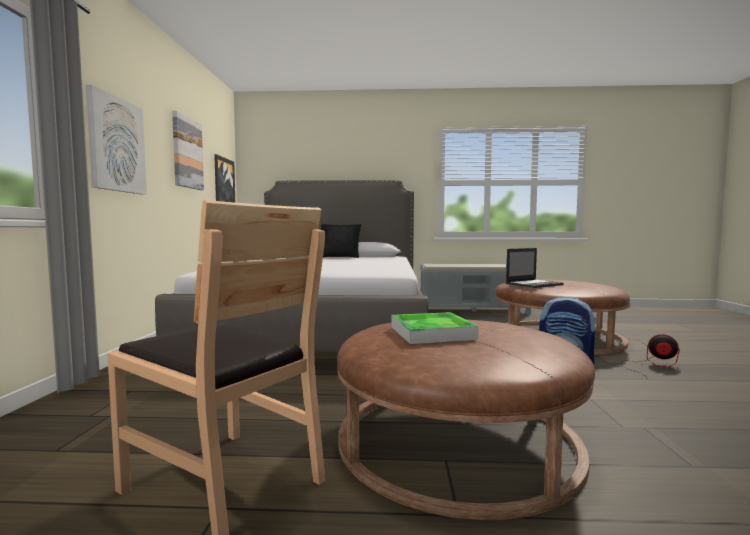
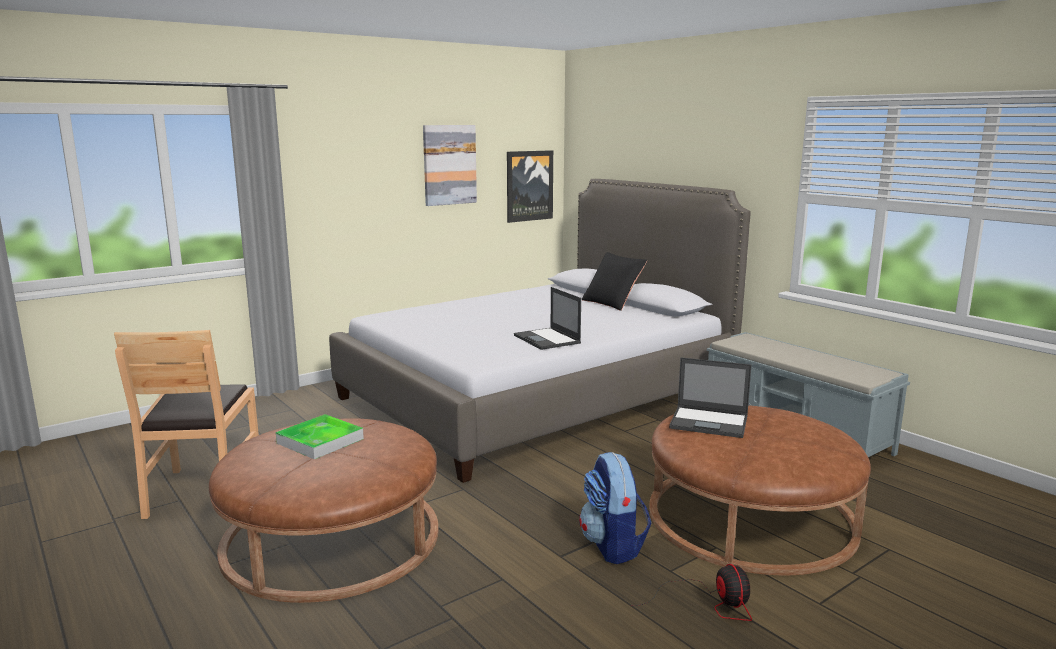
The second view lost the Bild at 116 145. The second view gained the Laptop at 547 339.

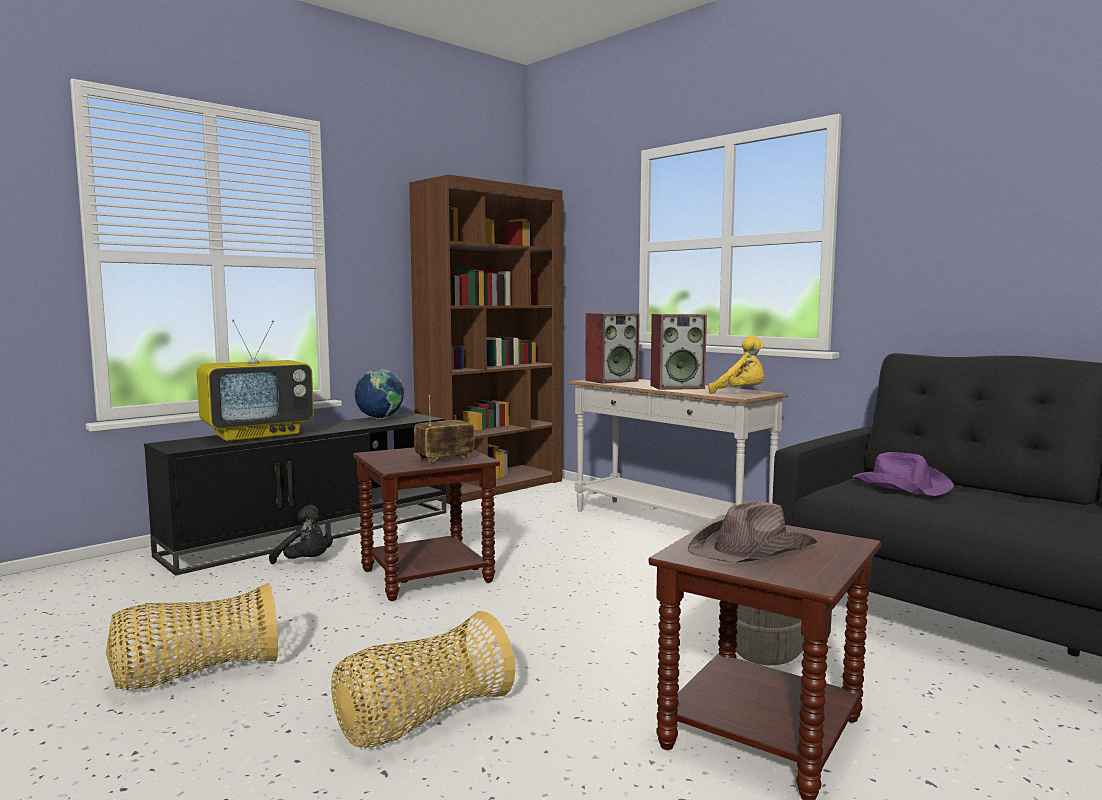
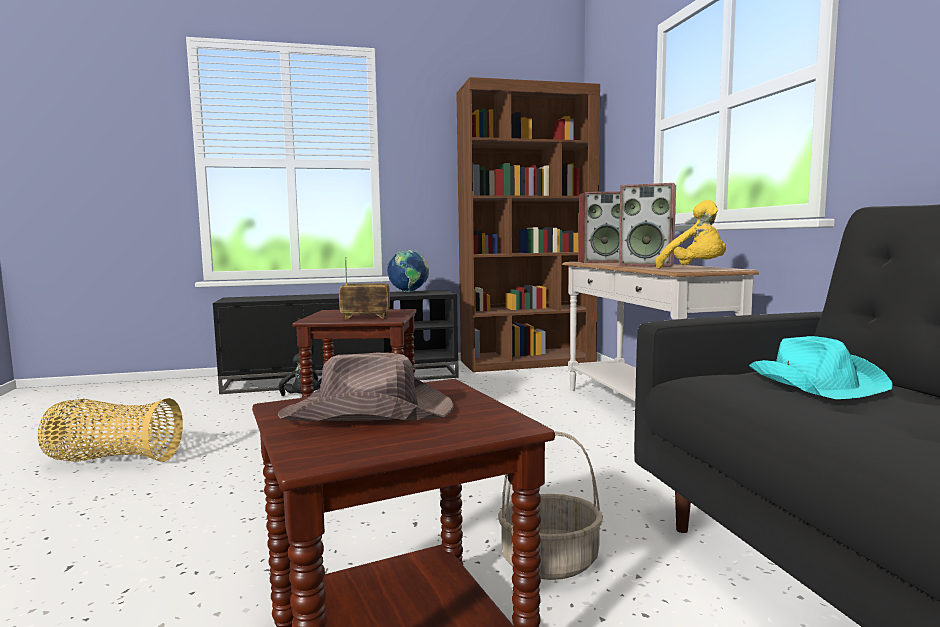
The second view lost the Fernseher at 258 434. What was the Hut/lila at 900 485 turned into the Hut/türkis at 814 383. The second view lost the Korb at 422 720.

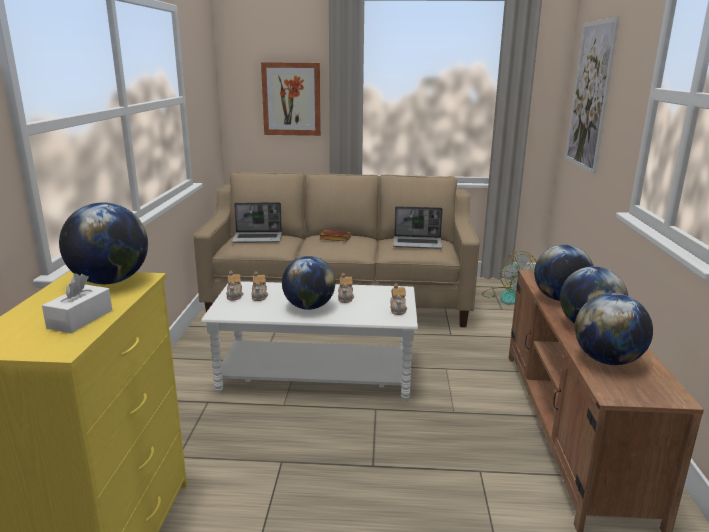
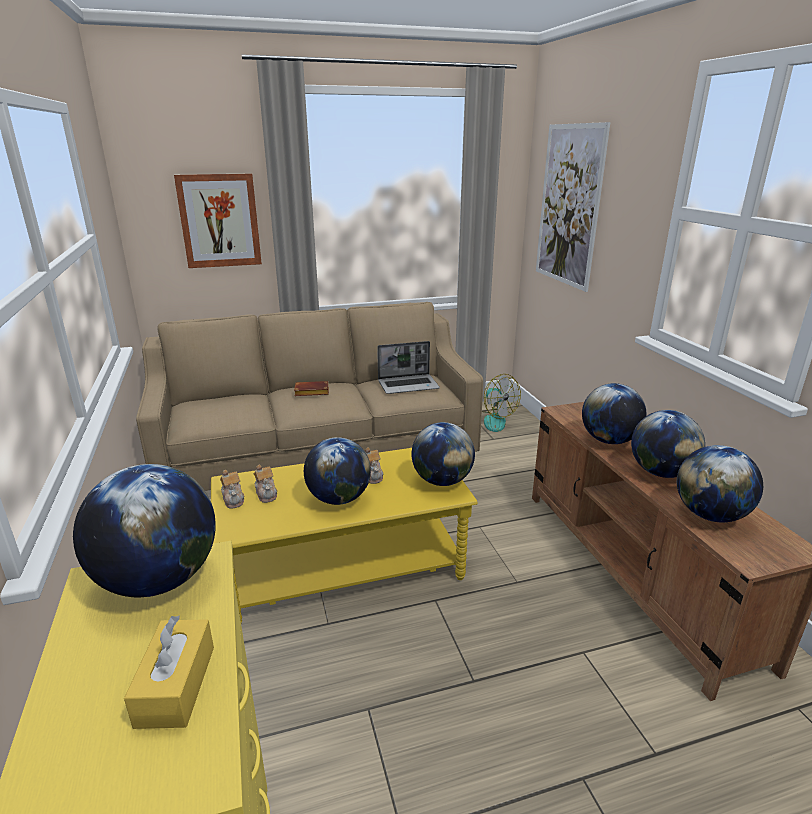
The second view lost the Laptop at 258 238. What was the Taschentuchbox/weiß at 80 319 turned into the Taschentuchbox/gelb at 176 685. What was the Couchtisch/weiß at 316 374 turned into the Couchtisch/gelb at 345 569. Where the Teekanne stood at 398 309, the Globus came to stand at 442 481.

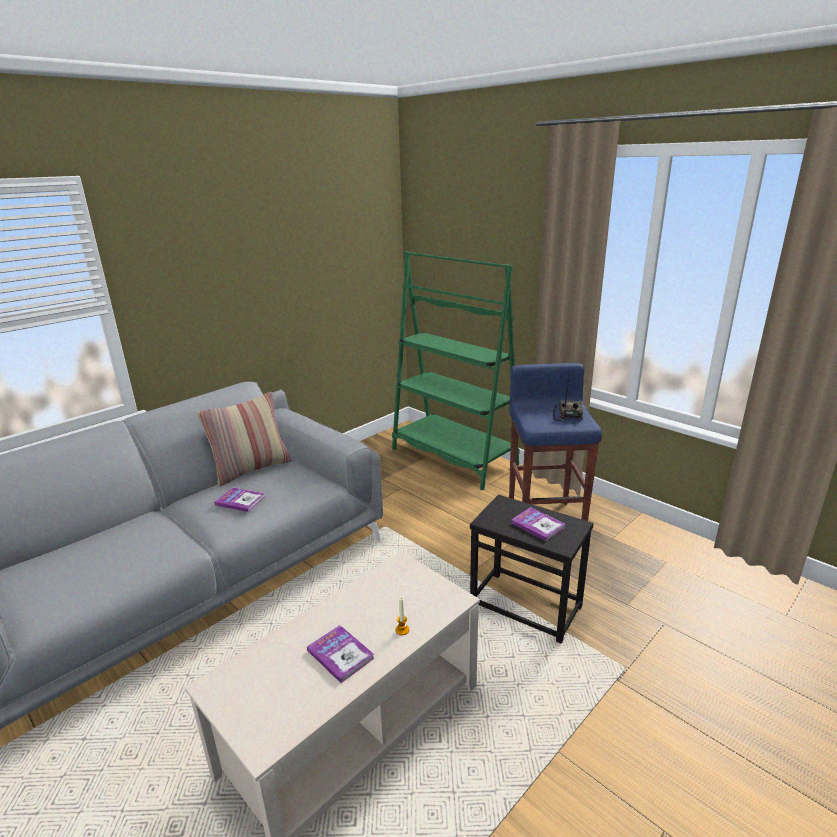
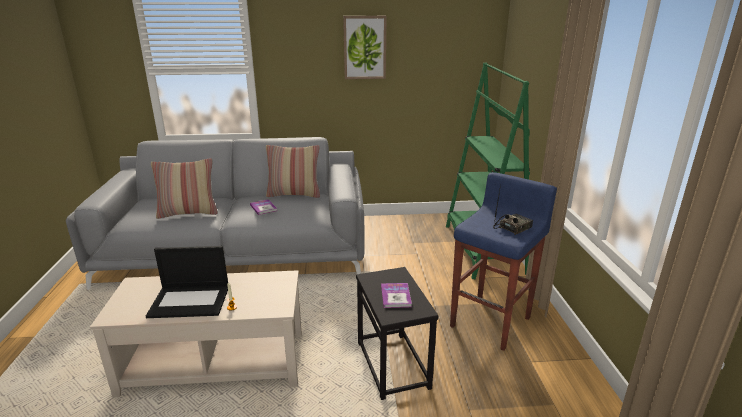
Where the Buch stood at 340 654, the Laptop came to stand at 191 301. The second view gained the Bild at 364 47. The second view gained the Kissen at 188 213.

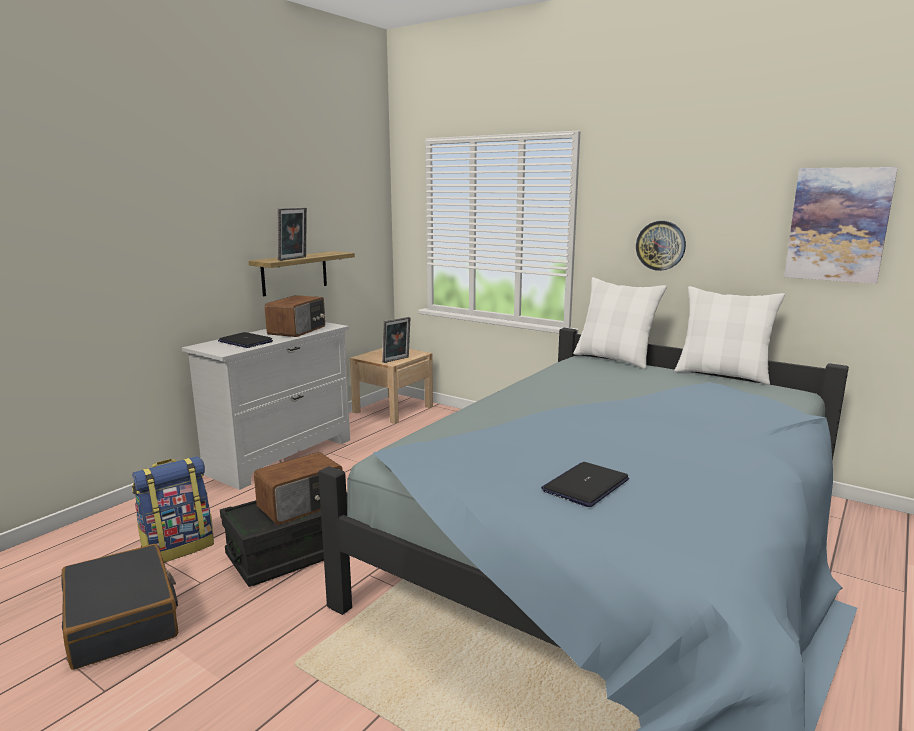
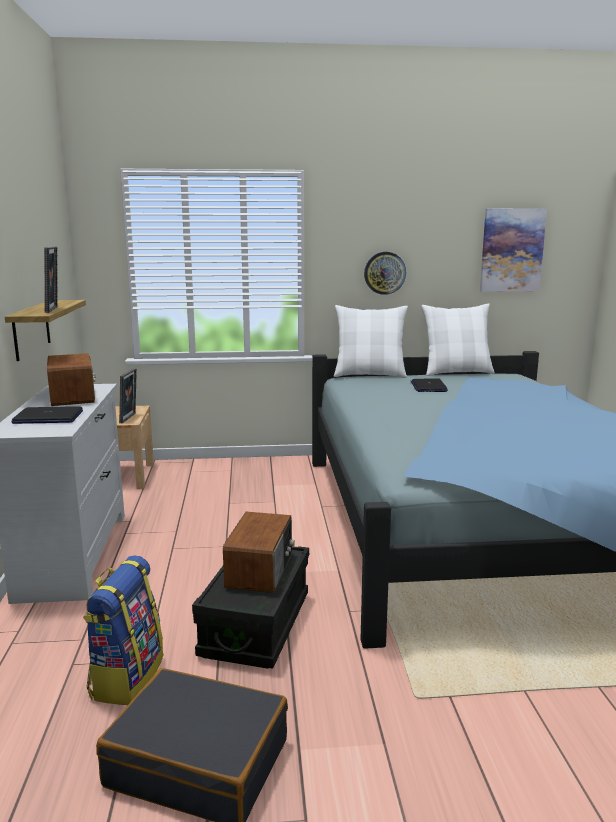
The Laptop ended up elsewhere, having gone from 586 485 to 428 386.

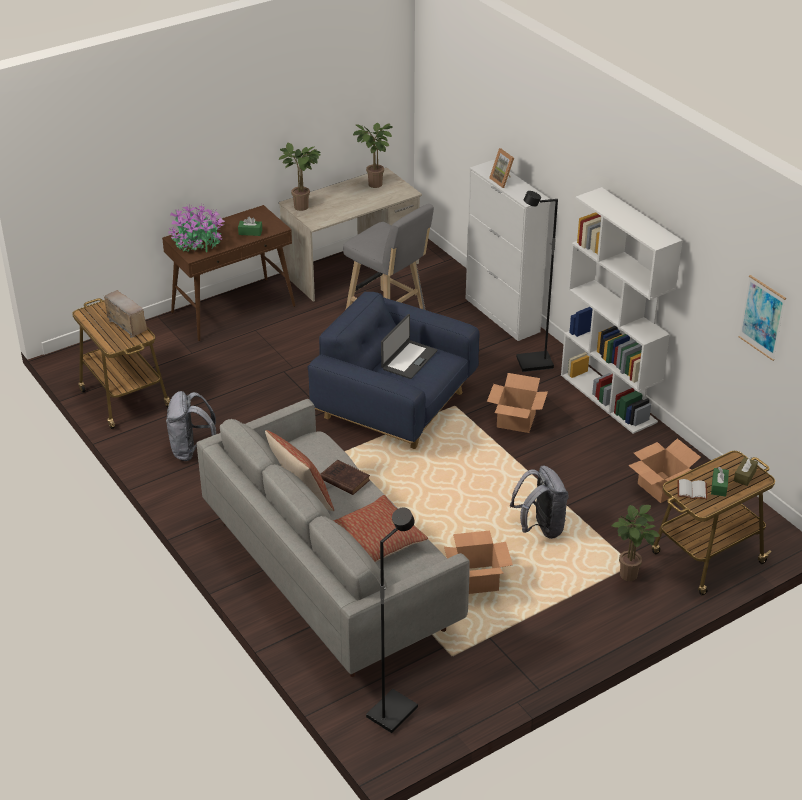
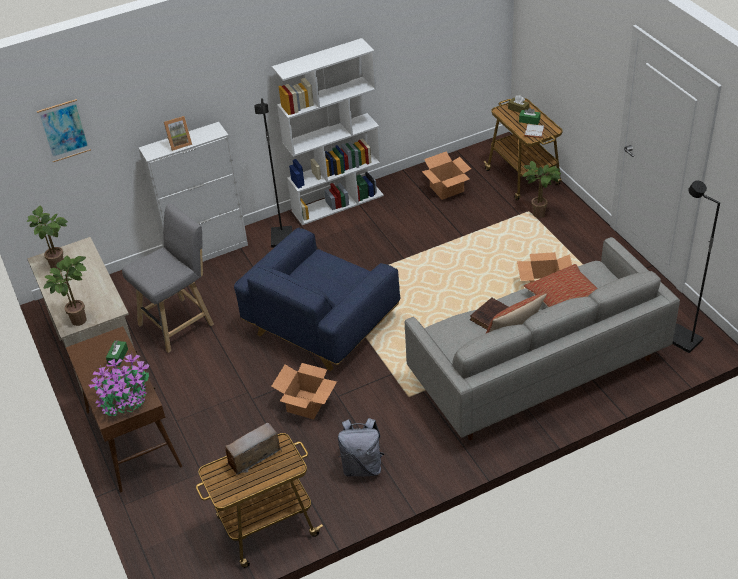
The Bild ended up elsewhere, having gone from 762 317 to 64 130. The second view lost the Laptop at 408 359. The Karton ended up elsewhere, having gone from 516 420 to 306 404. The second view lost the Rucksack/grau at 540 528.

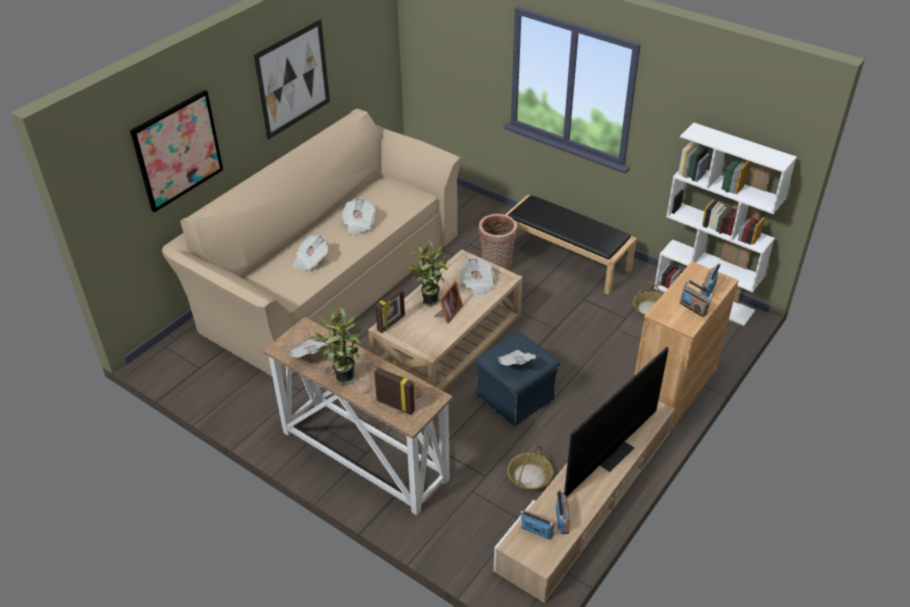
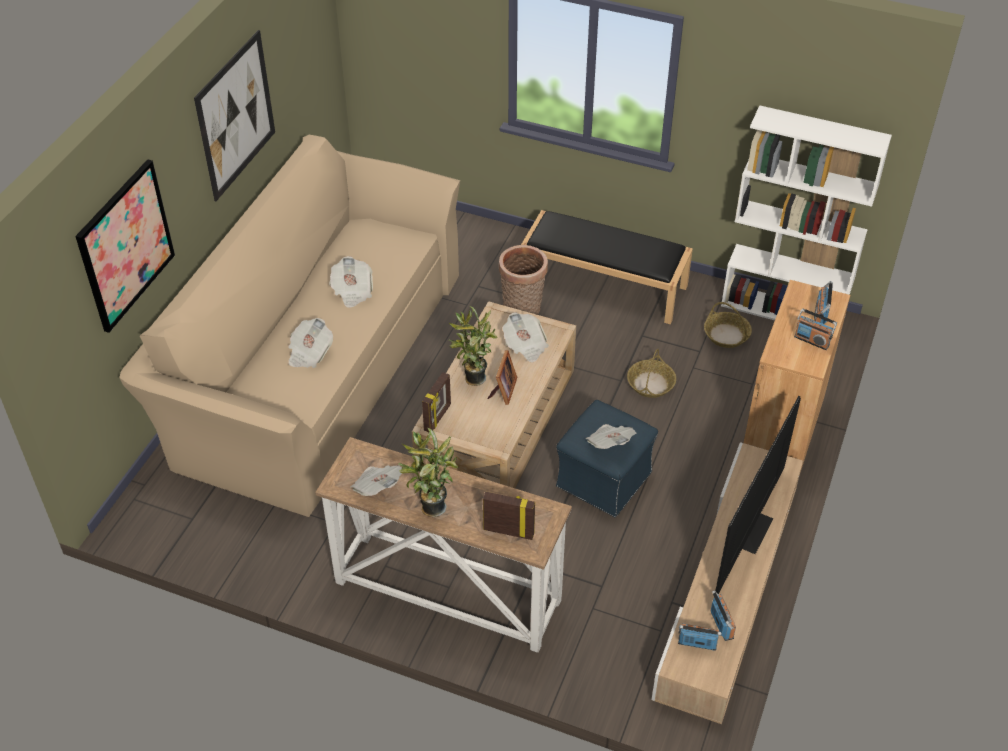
The Korb ended up elsewhere, having gone from 529 476 to 650 384.

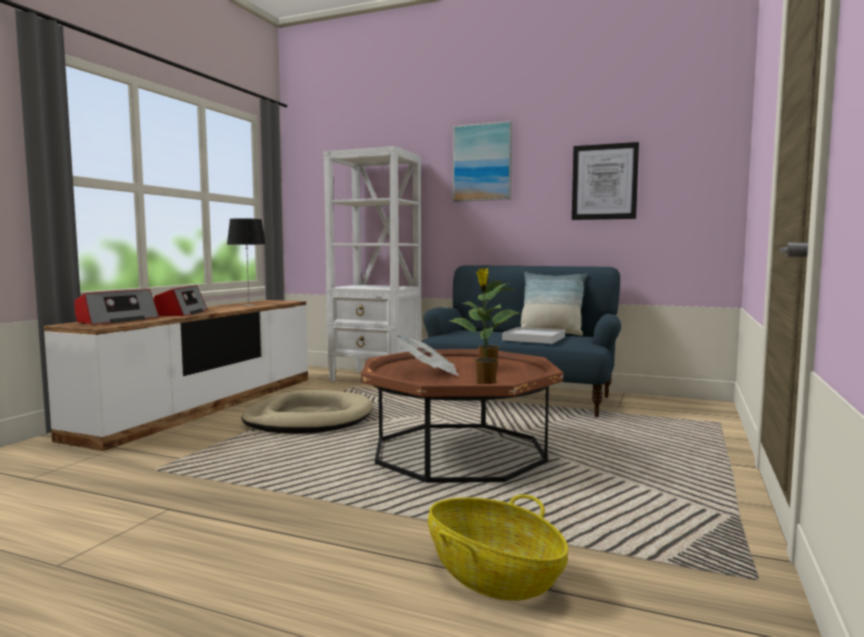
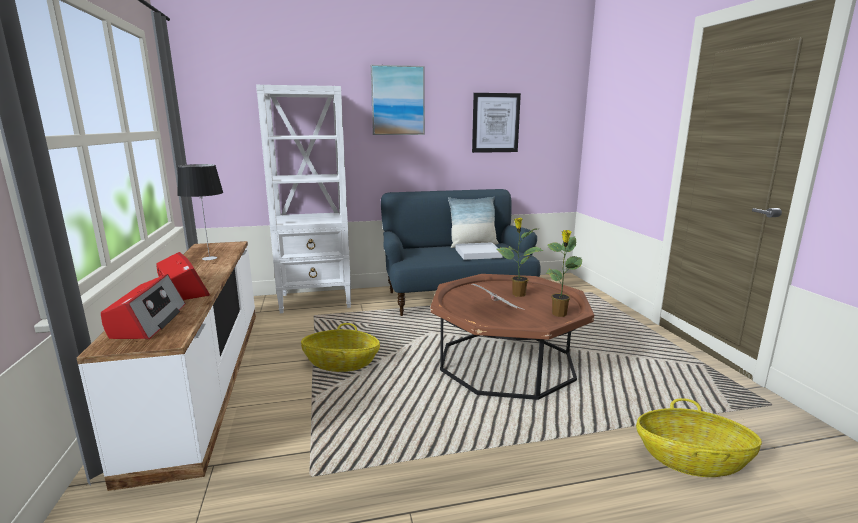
Where the Hundebett/beige stood at 308 419, the Korb came to stand at 341 364.

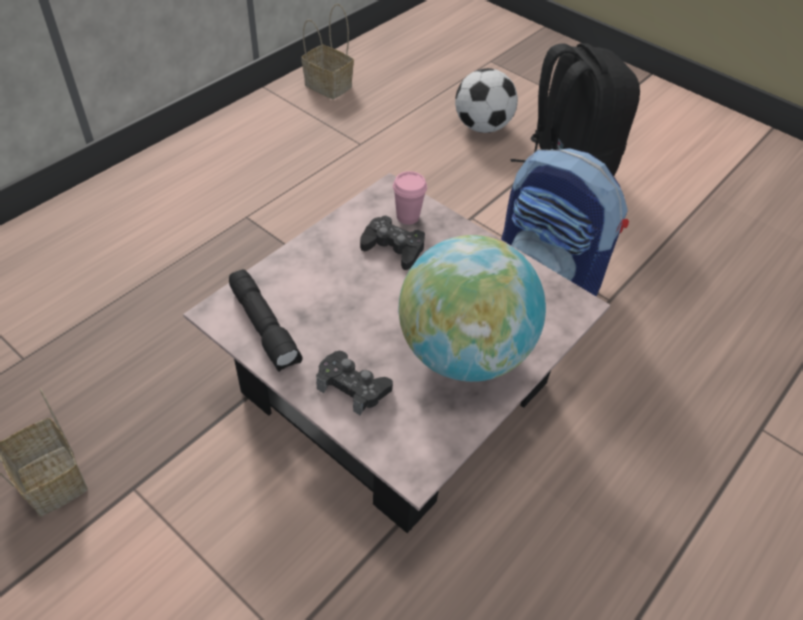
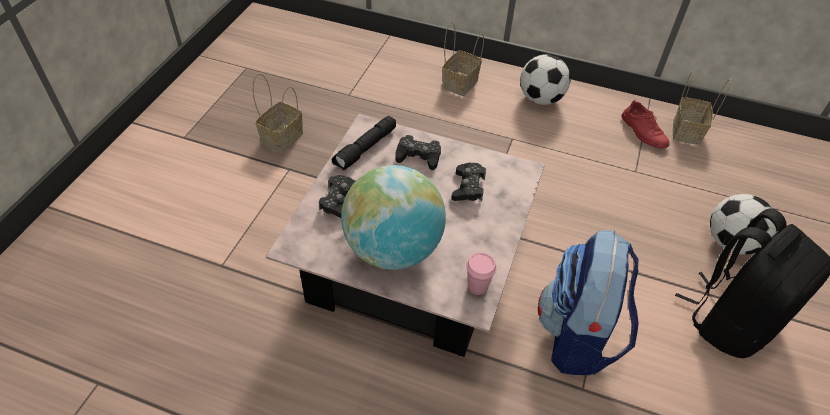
The Tasse/rosa ended up elsewhere, having gone from 407 217 to 477 286. The second view gained the Korb at 460 82. The second view gained the Fußball at 540 99. The second view gained the Schuh/rot at 643 131. The second view gained the Gamepad/schwarz at 418 156.

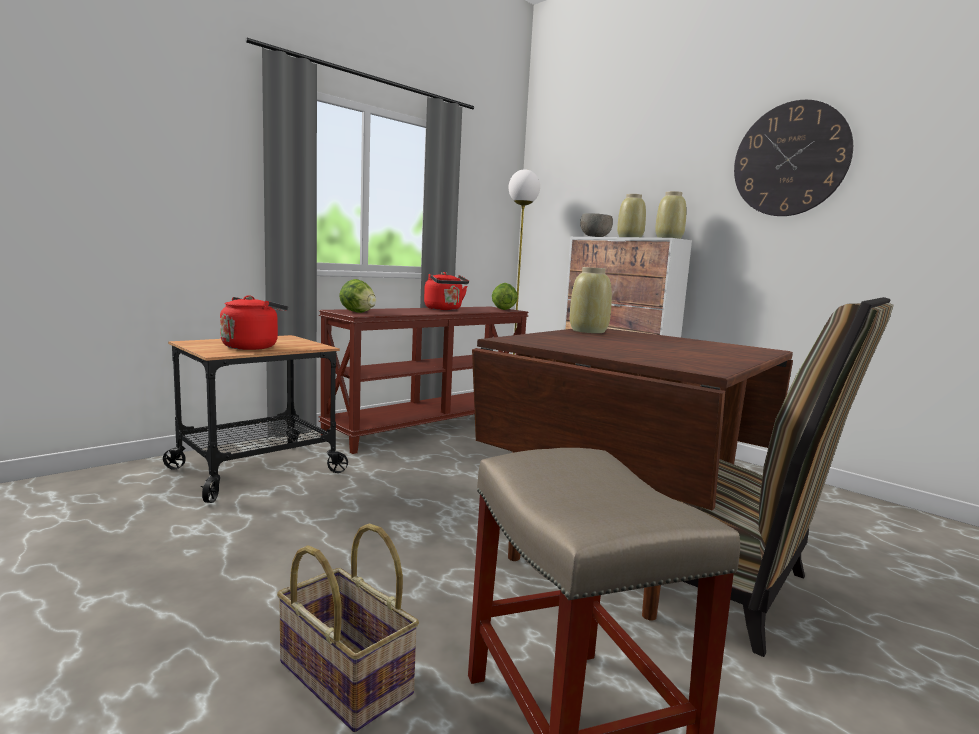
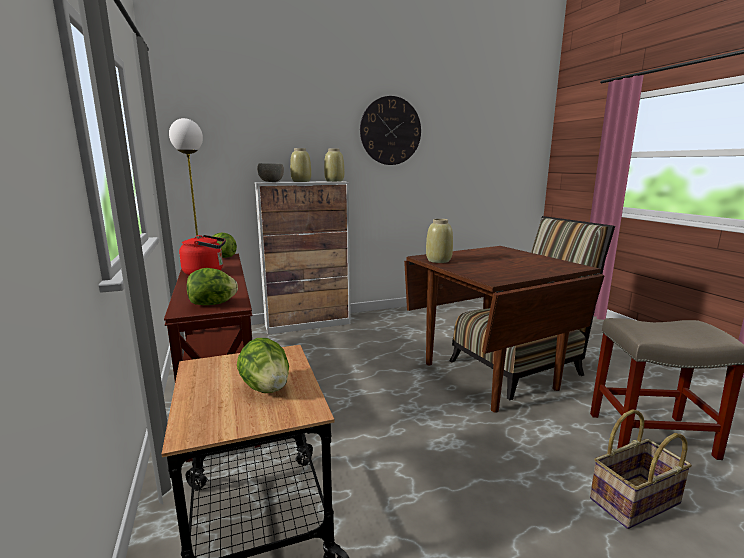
Where the Wasserkessel/rot stood at 252 347, the Salatkopf came to stand at 266 388.

